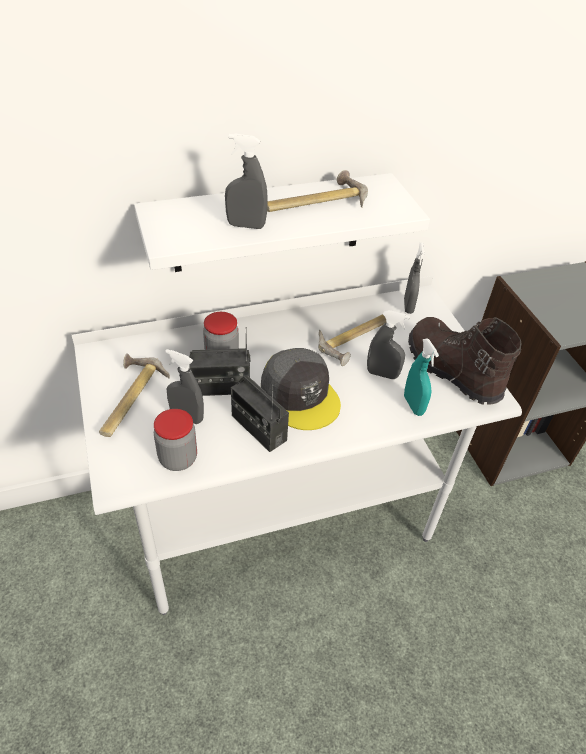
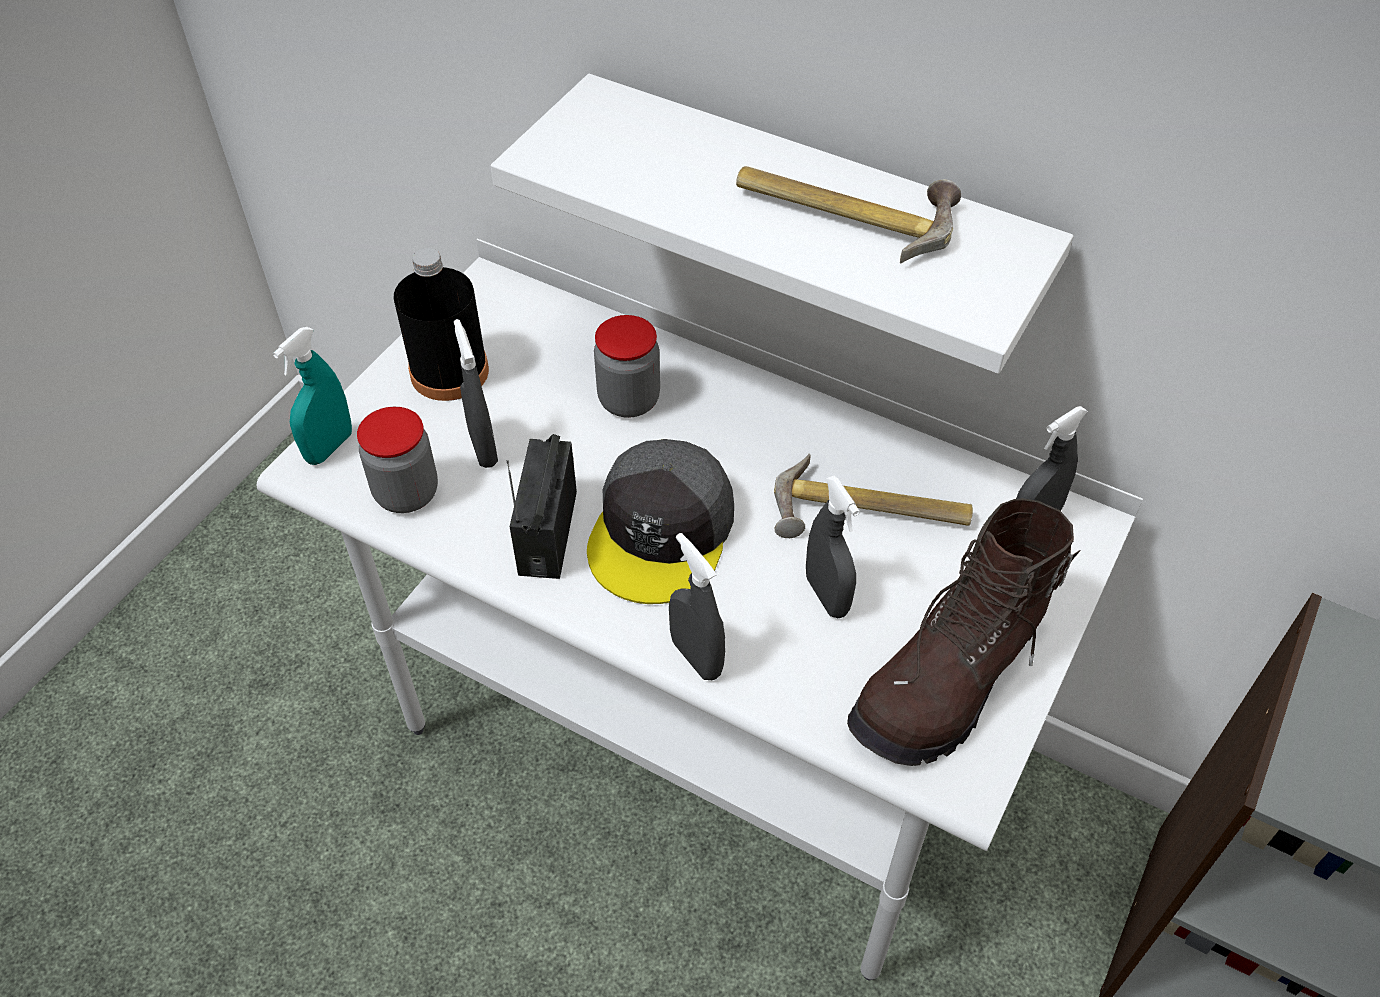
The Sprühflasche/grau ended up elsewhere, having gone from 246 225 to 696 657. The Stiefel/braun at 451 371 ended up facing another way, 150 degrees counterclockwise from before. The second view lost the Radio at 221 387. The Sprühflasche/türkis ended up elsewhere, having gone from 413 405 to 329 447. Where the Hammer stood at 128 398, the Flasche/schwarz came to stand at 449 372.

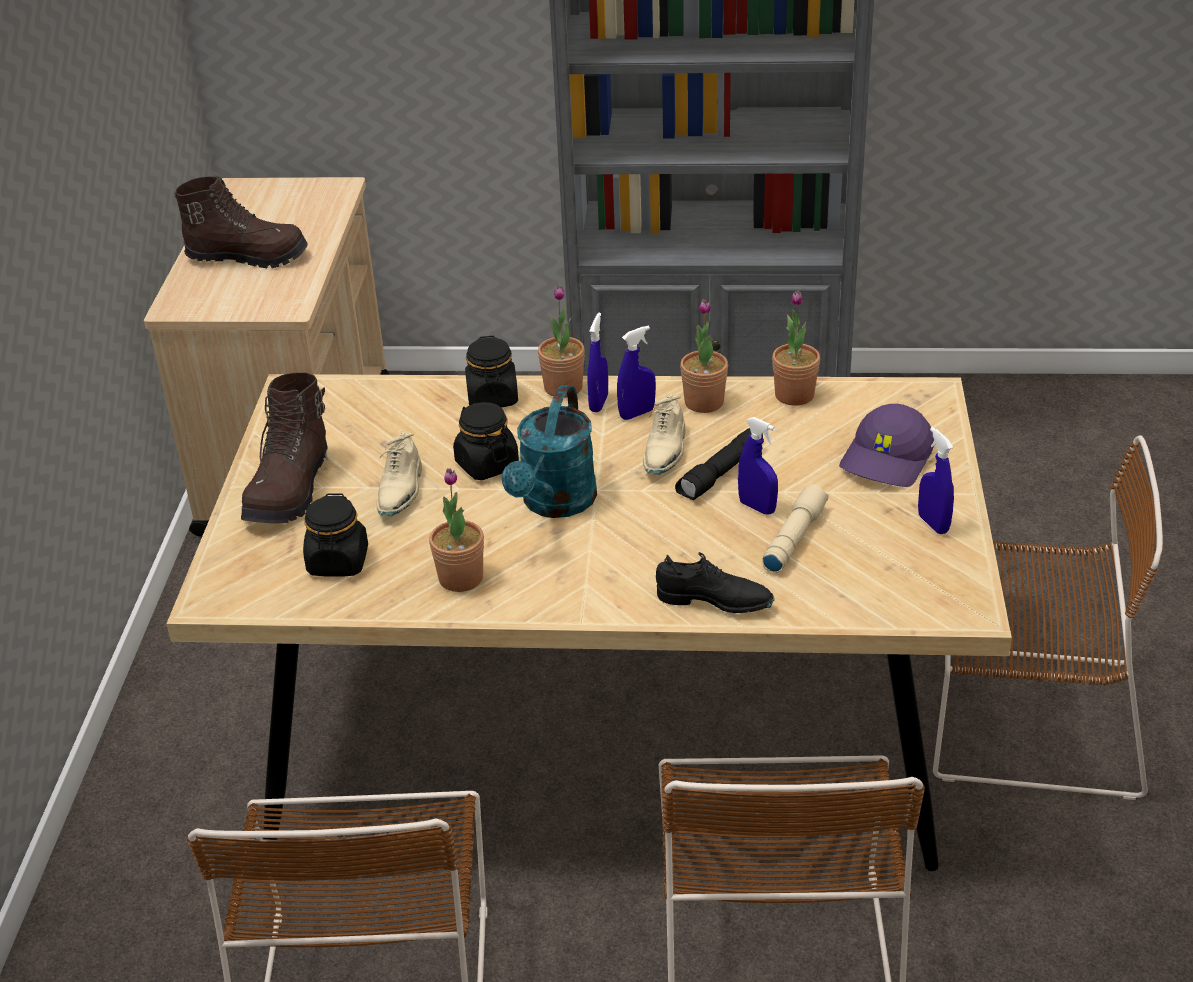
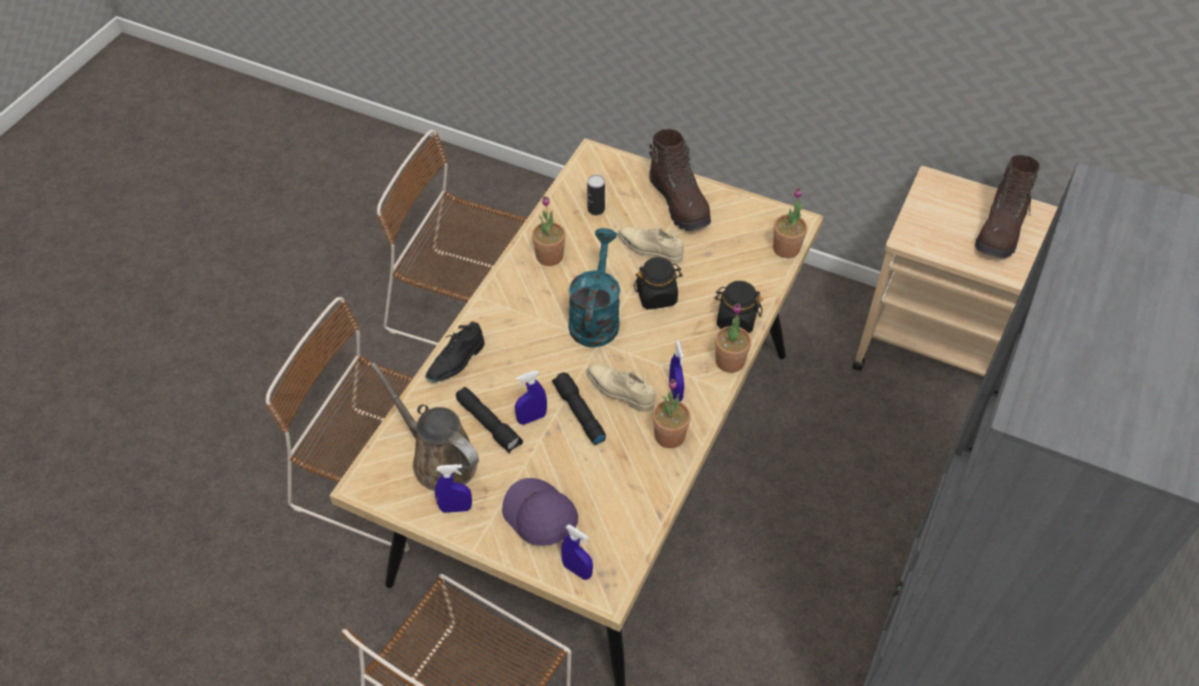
The Topfpflanze ended up elsewhere, having gone from 794 395 to 786 248. The Sprühflasche/blau ended up elsewhere, having gone from 598 403 to 577 570. The Stiefel/braun at 291 489 ended up facing another way, 150 degrees counterclockwise from before. The Gießkanne/türkis at 555 504 ended up facing another way, 60 degrees clockwise from before. What was the Taschenlampe/beige at 793 537 turned into the Taschenlampe/schwarz at 489 424. Where the Vorratsglas/schwarz stood at 338 562, the Dose came to stand at 596 209. The second view gained the Gießkanne/braun at 439 459.

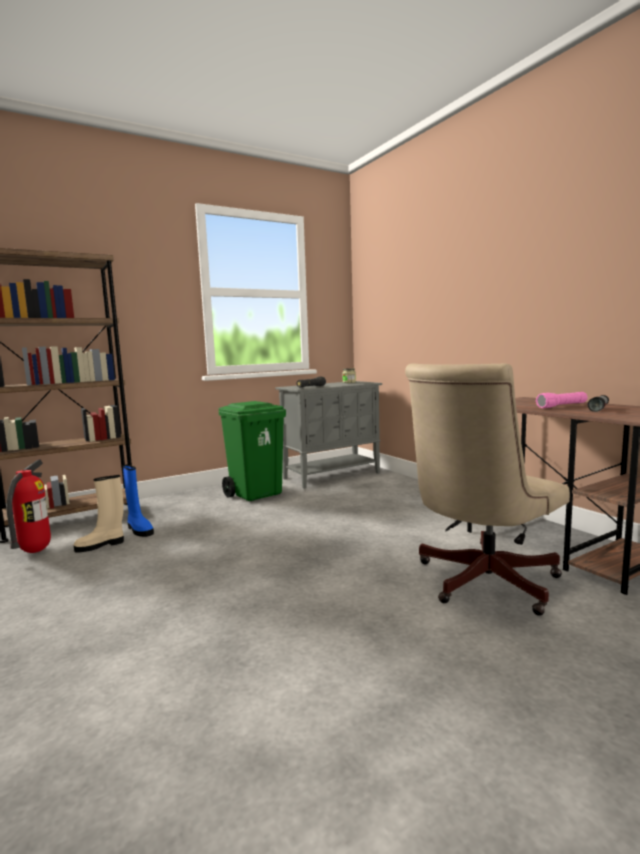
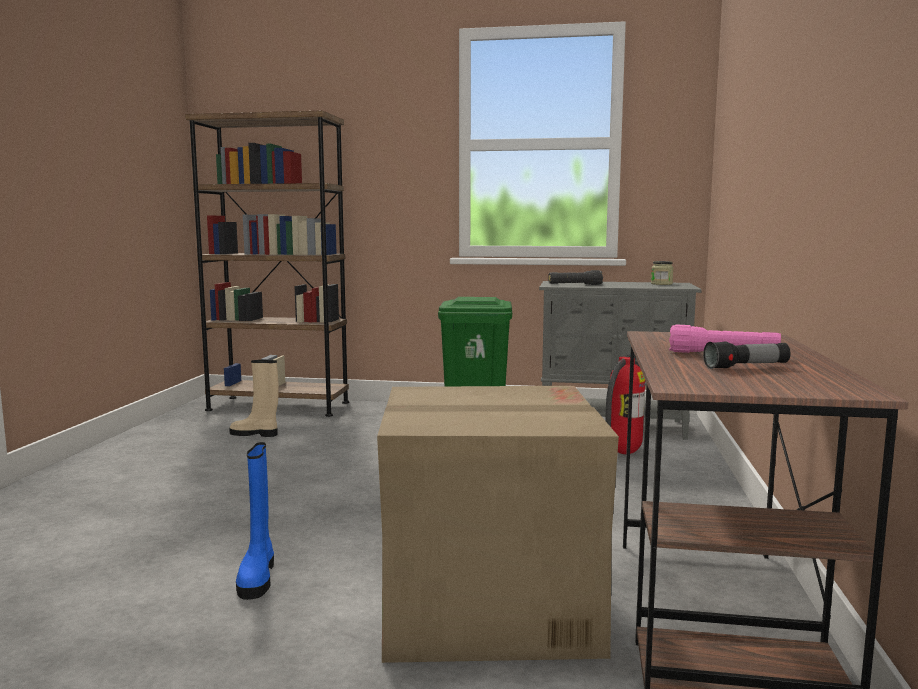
Where the Bürostuhl/beige stood at 480 582, the Karton came to stand at 486 602. The Feuerlöscher ended up elsewhere, having gone from 35 551 to 623 453. The Stiefel/blau ended up elsewhere, having gone from 139 530 to 257 577.

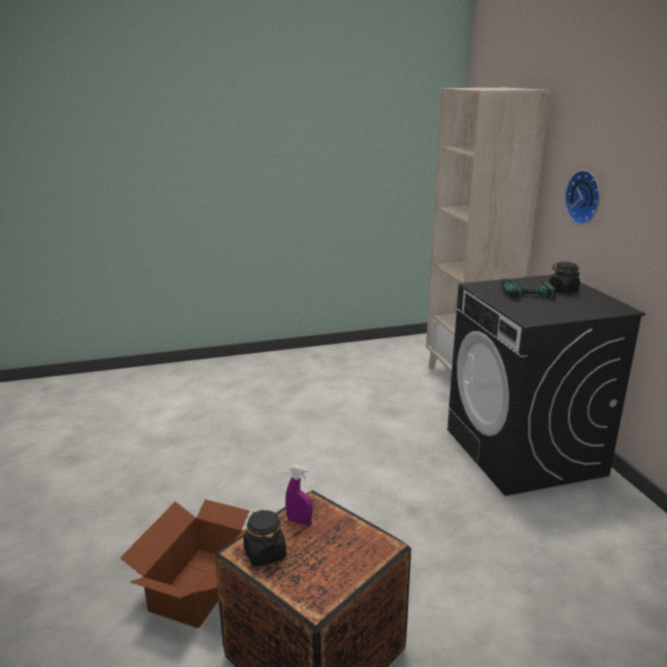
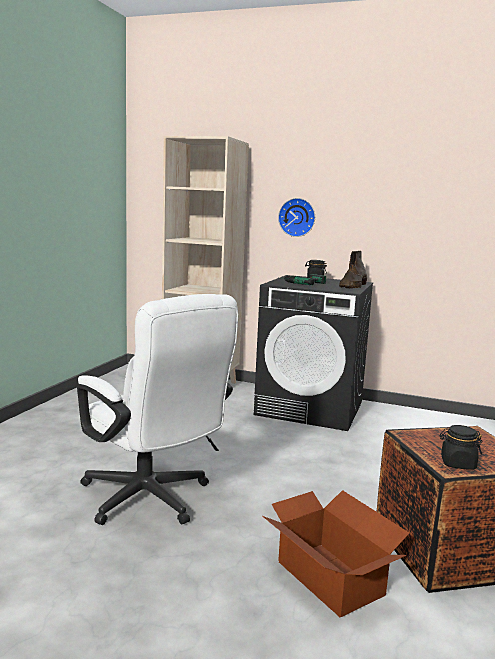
The second view lost the Sprühflasche/lila at 299 521. The second view gained the Stiefel/braun at 353 286. The second view gained the Bürostuhl/weiß at 152 500.

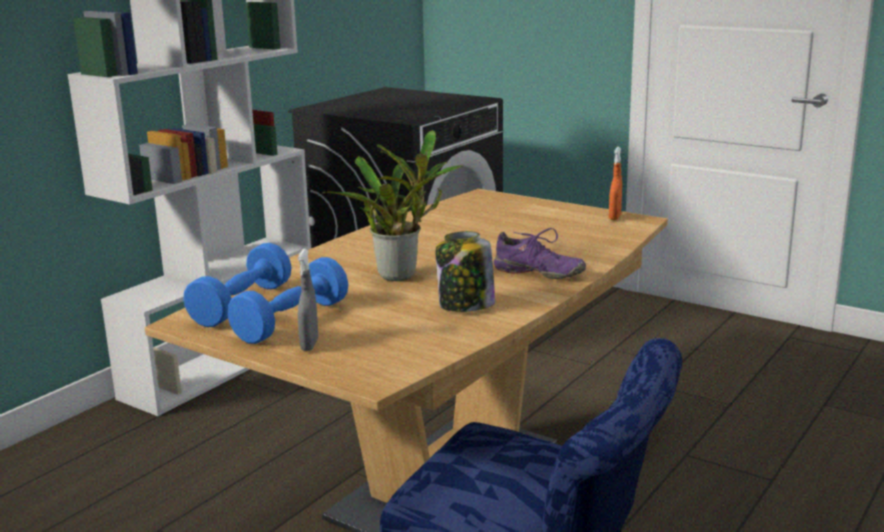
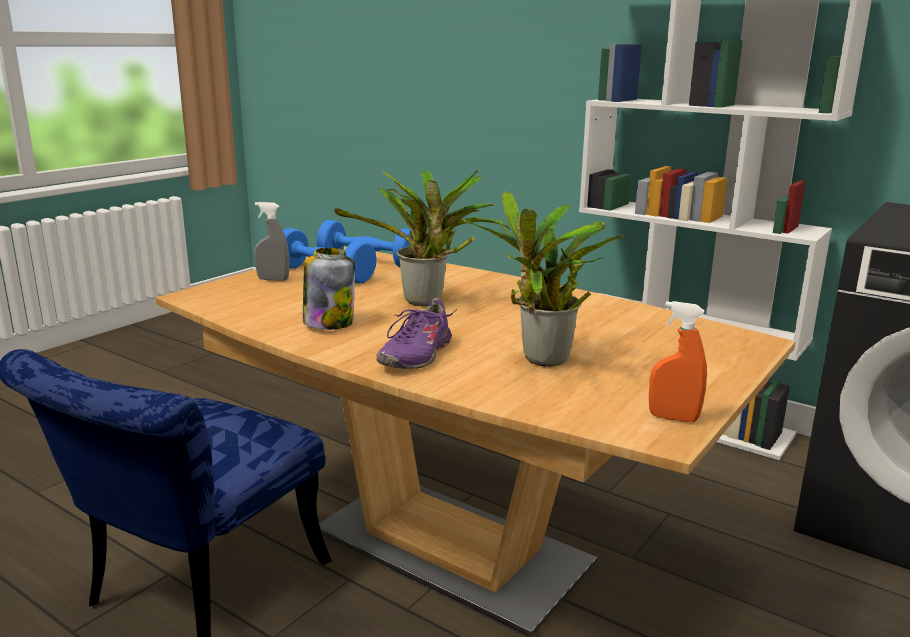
The second view gained the Topfpflanze at 542 362.

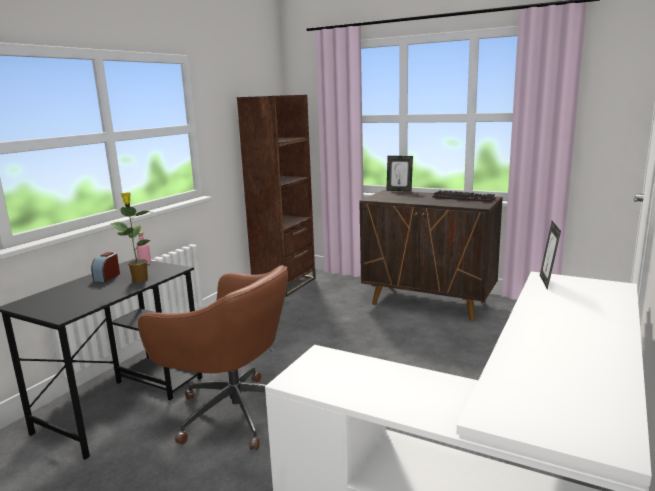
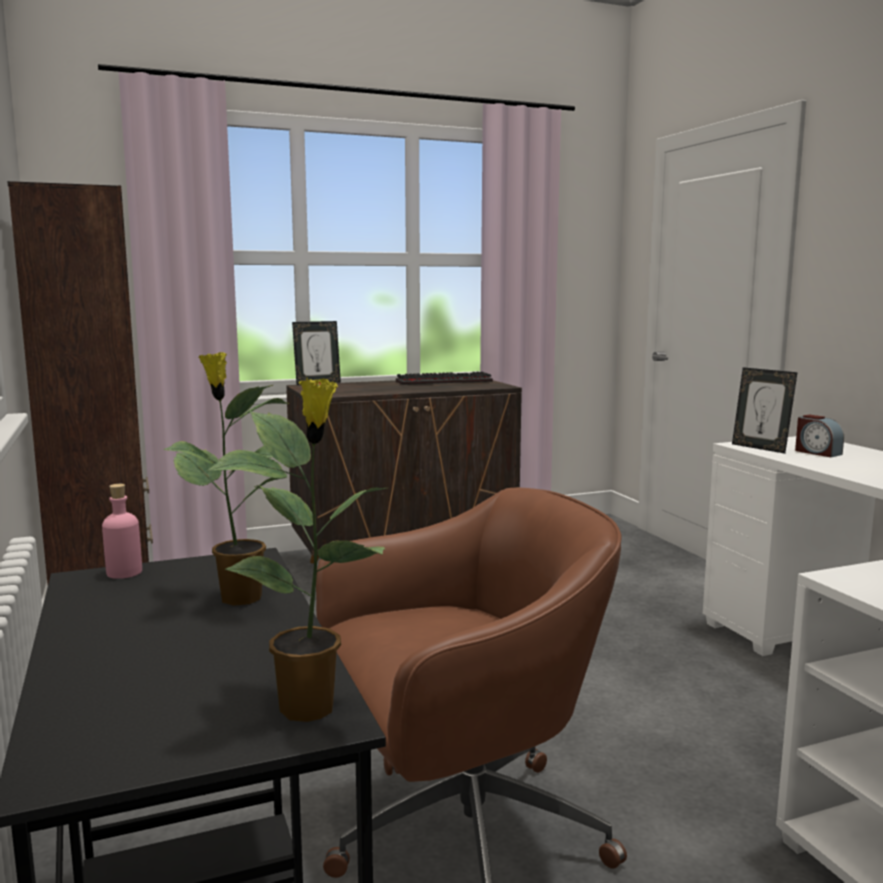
The Wecker ended up elsewhere, having gone from 107 277 to 817 452. The second view gained the Topfpflanze at 311 707.

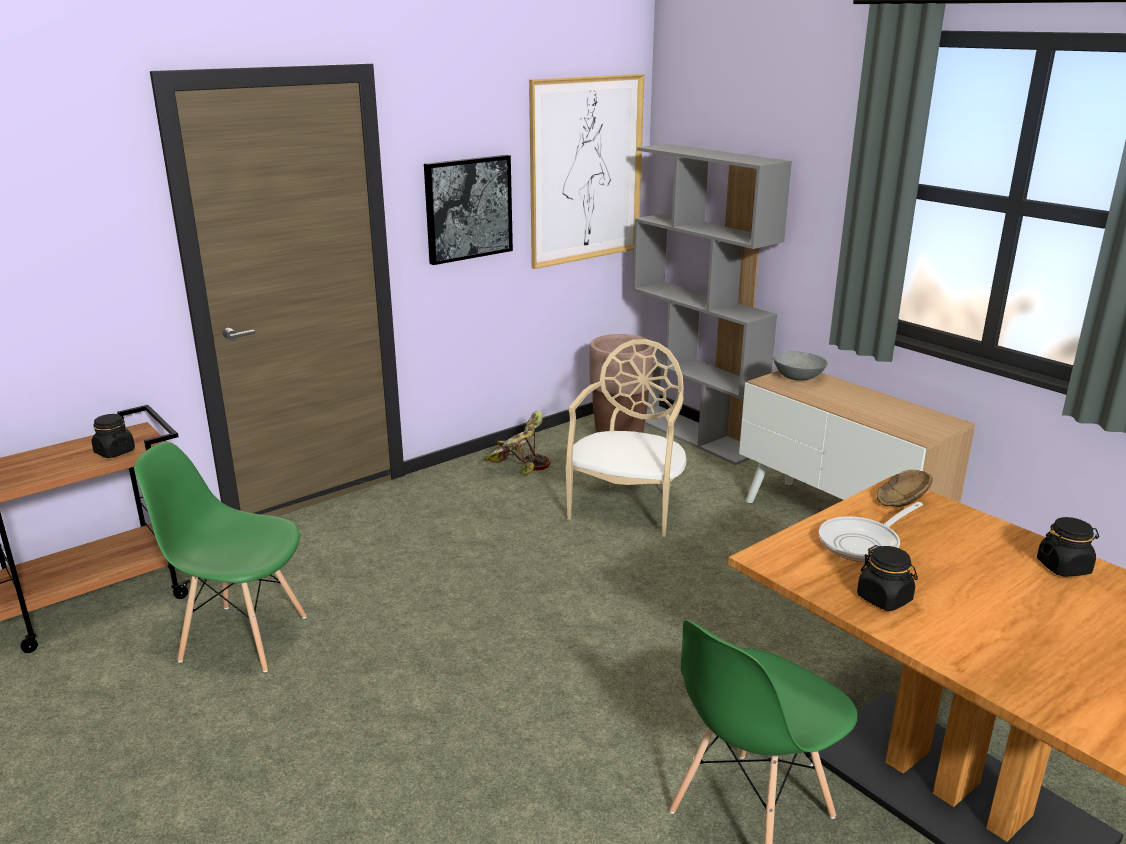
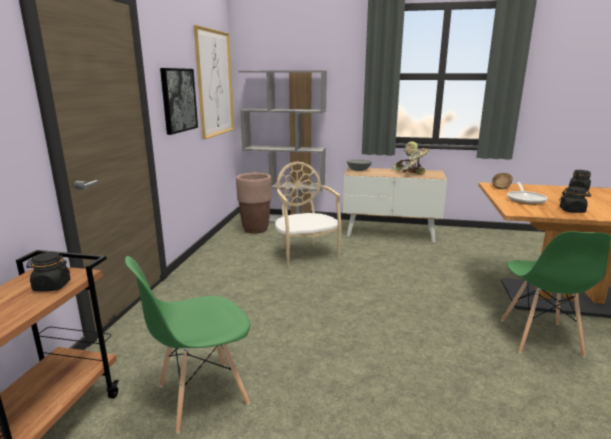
The Topfpflanze ended up elsewhere, having gone from 517 466 to 410 173.

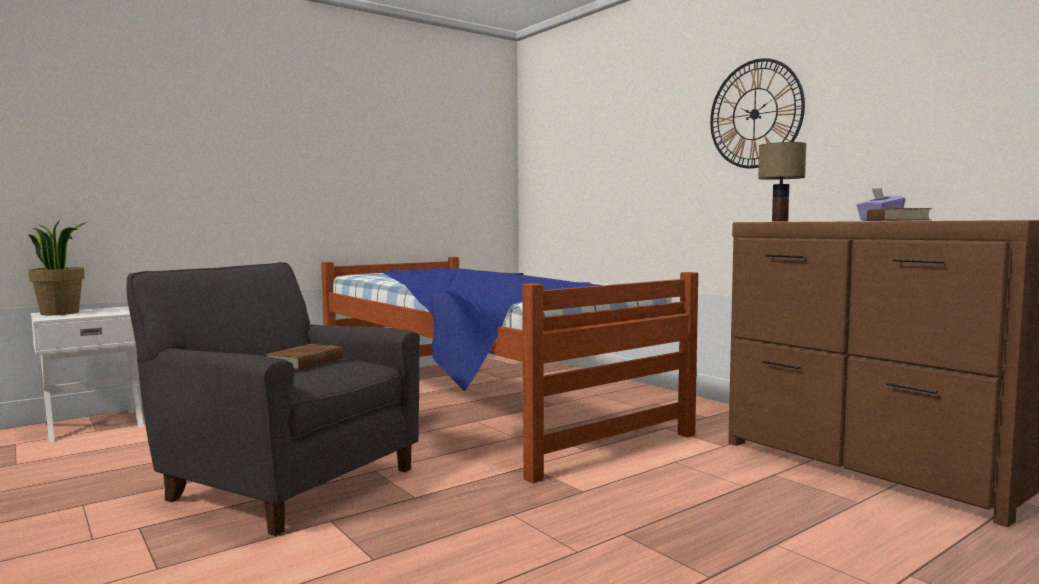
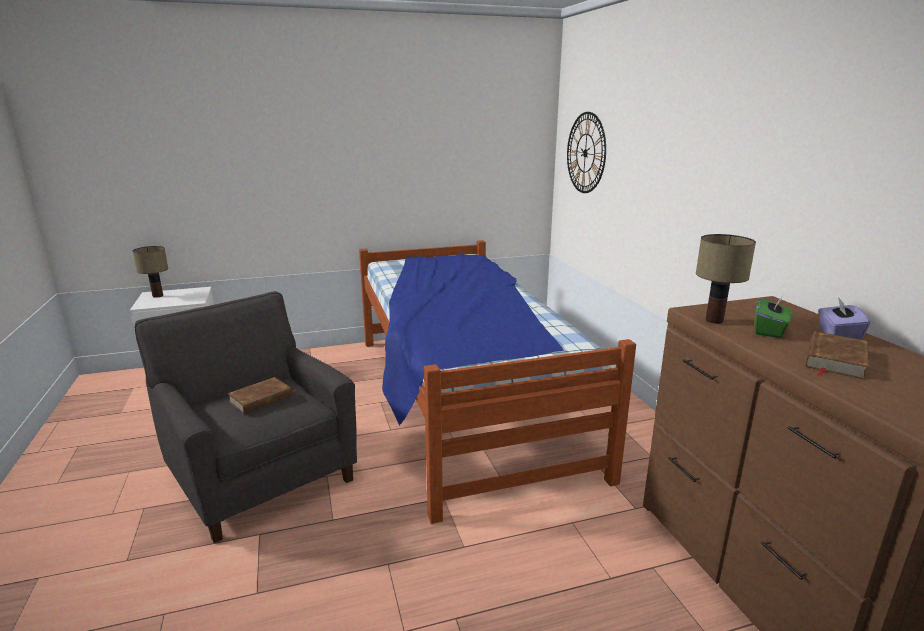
The Wanduhr ended up elsewhere, having gone from 755 114 to 585 153. Where the Topfpflanze stood at 60 313, the Tischlampe came to stand at 157 295. The second view gained the Taschentuchbox/grün at 769 330.

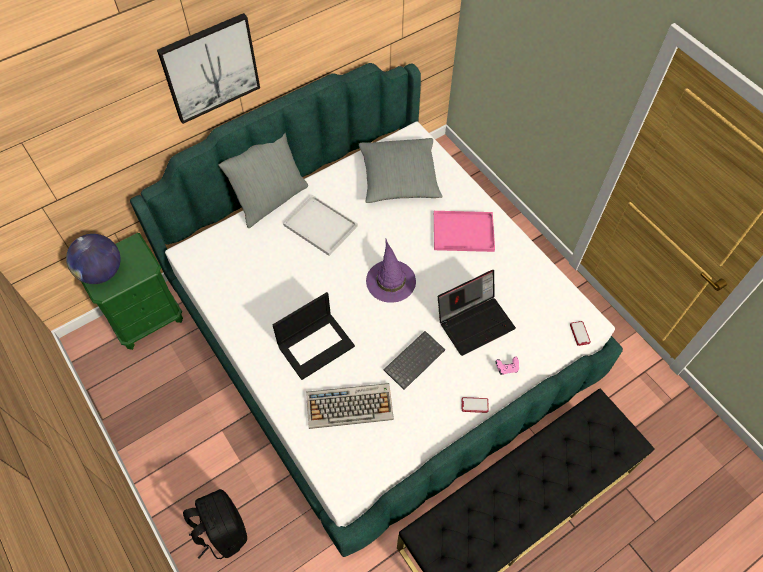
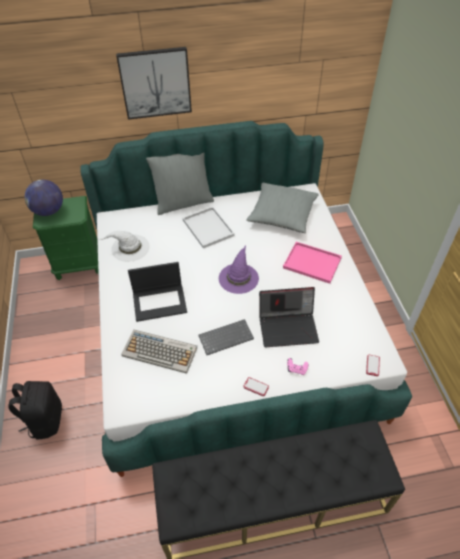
The second view gained the Hut/weiß at 129 248.

